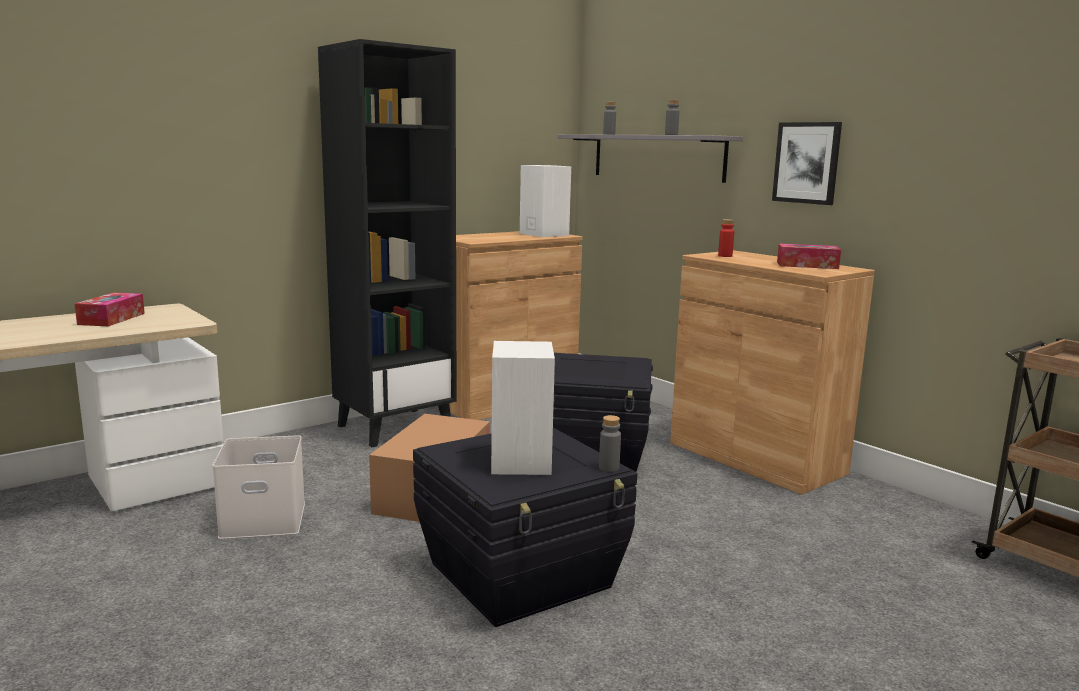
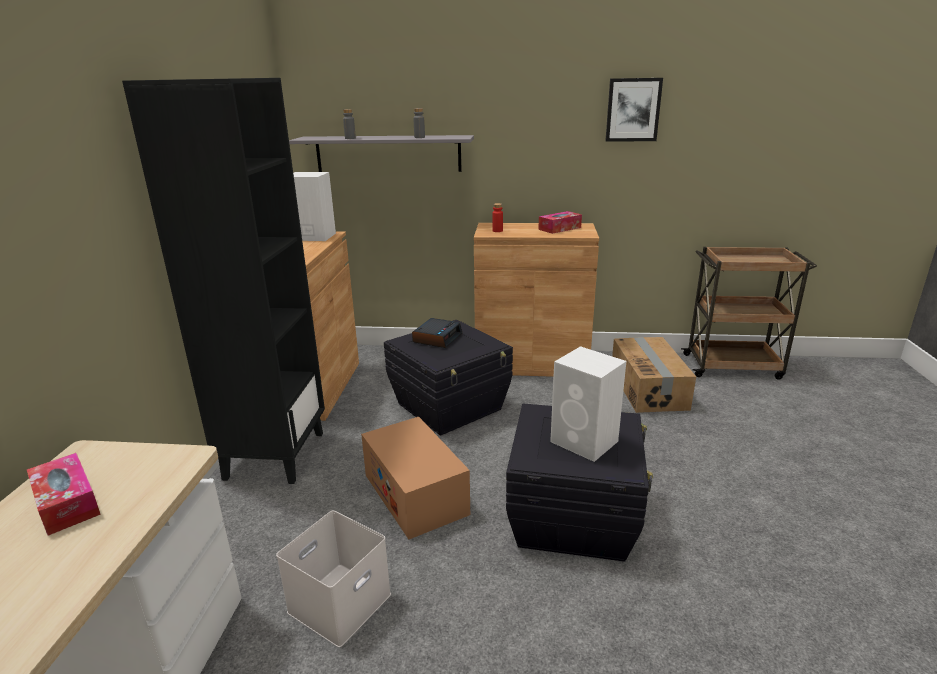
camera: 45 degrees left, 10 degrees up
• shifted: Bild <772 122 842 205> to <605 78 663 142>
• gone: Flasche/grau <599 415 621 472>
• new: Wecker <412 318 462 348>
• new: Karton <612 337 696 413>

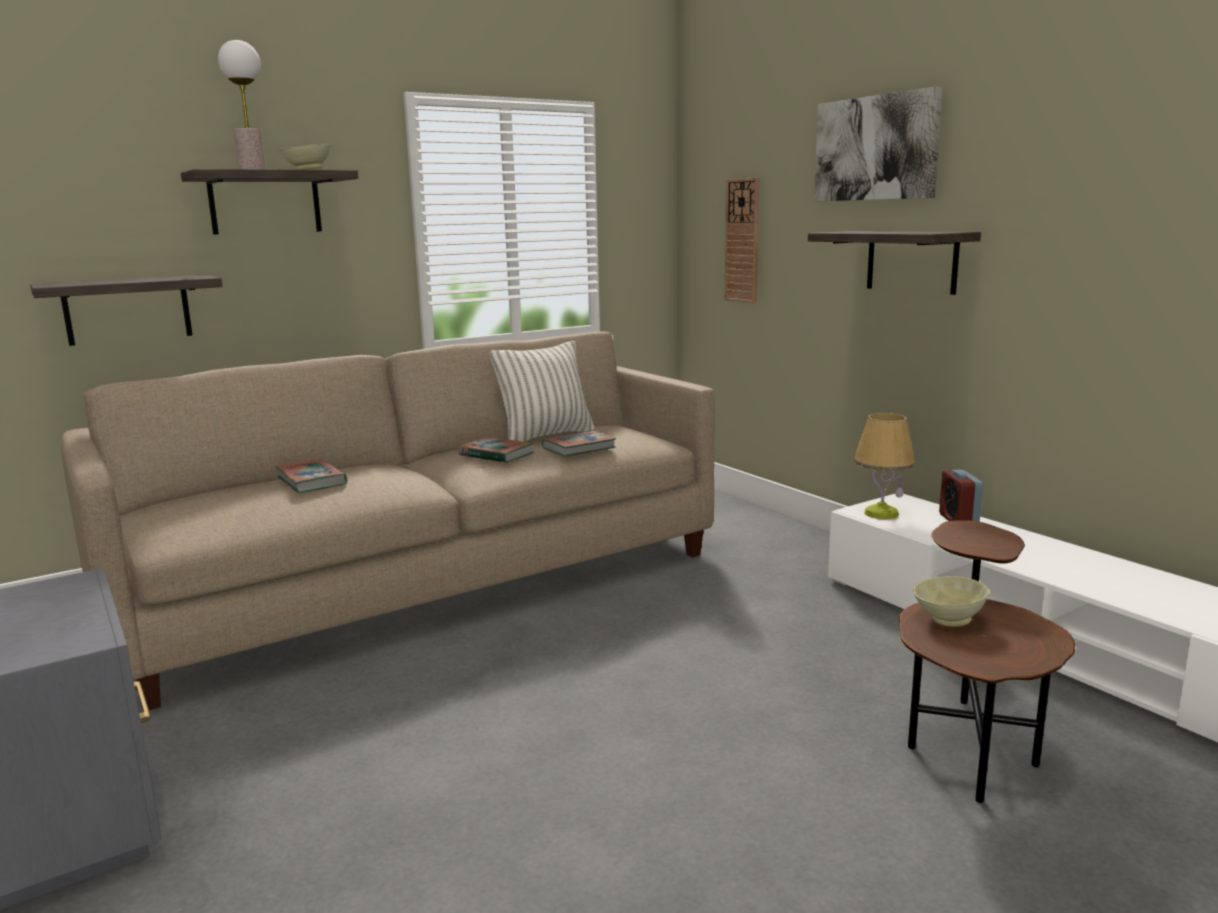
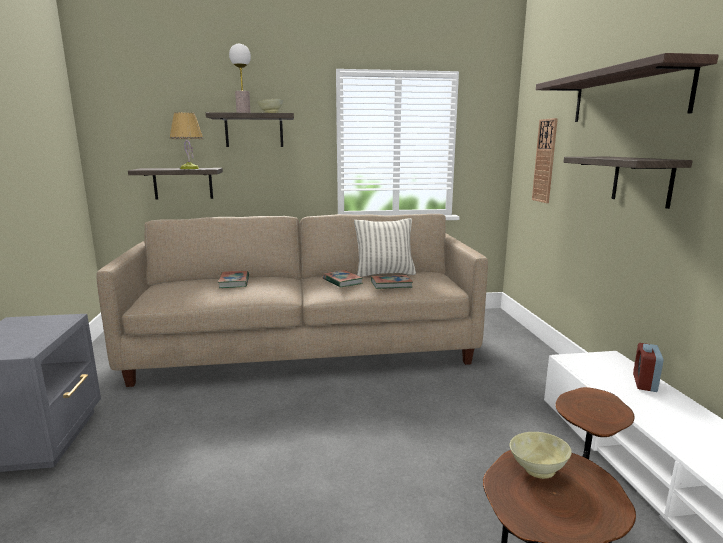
camera: 25 degrees right, 0 degrees up
• swapped: Bild <814 86 943 201> to Wandregal <536 53 719 122>
• shifted: Tischlampe <854 413 916 519> to <170 112 203 169>

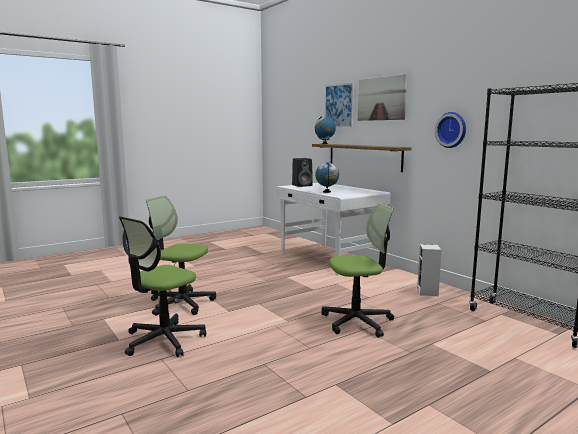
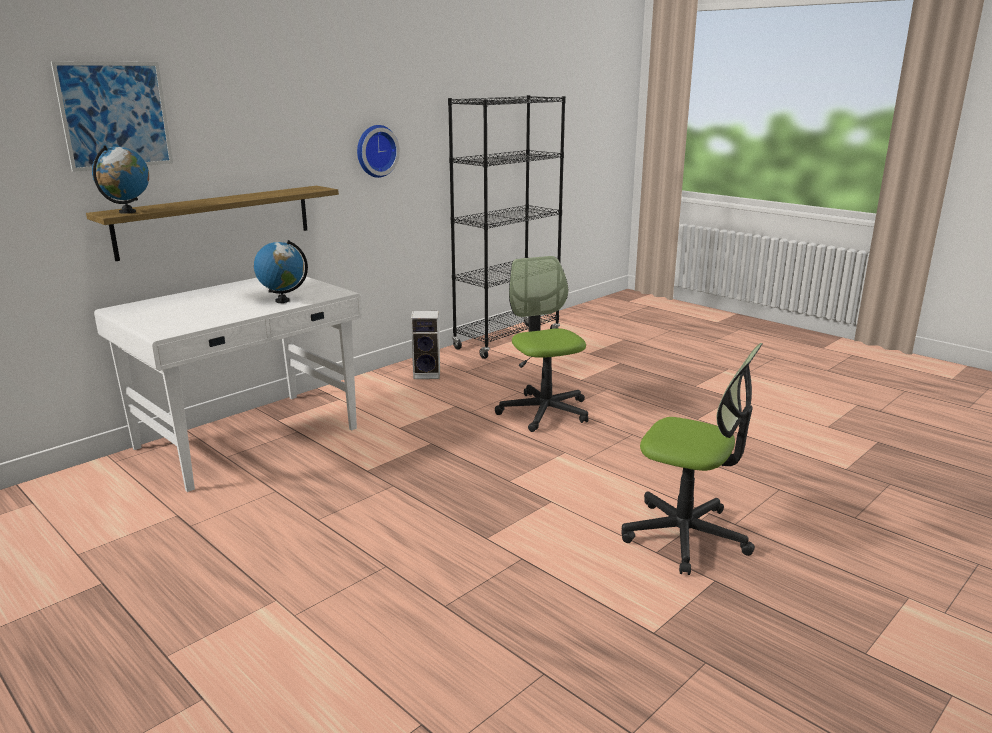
camera: 100 degrees left, 10 degrees up
• gone: Bild <358 74 407 121>
• gone: Lautsprecher/schwarz <292 158 313 187>
• gone: Bürostuhl <146 196 216 316>

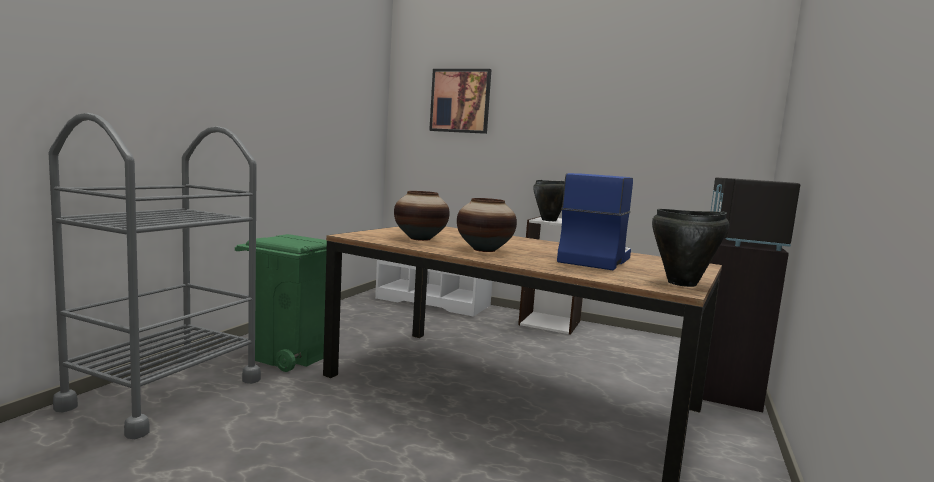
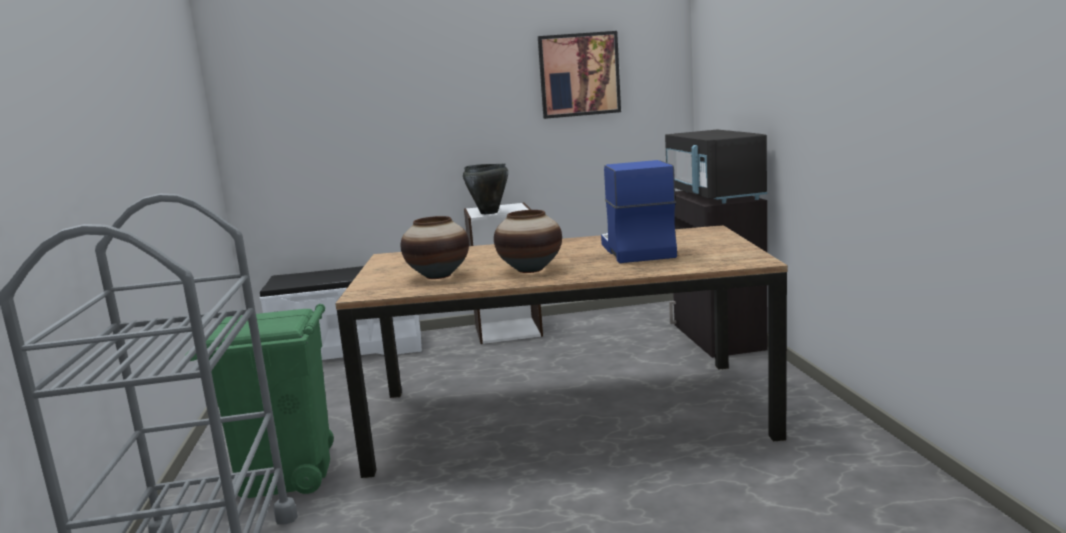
camera: 30 degrees left, 5 degrees up
• shifted: Bild <429 69 491 134> to <538 31 621 119>
• gone: Kochtopf/schwarz <652 209 729 287>

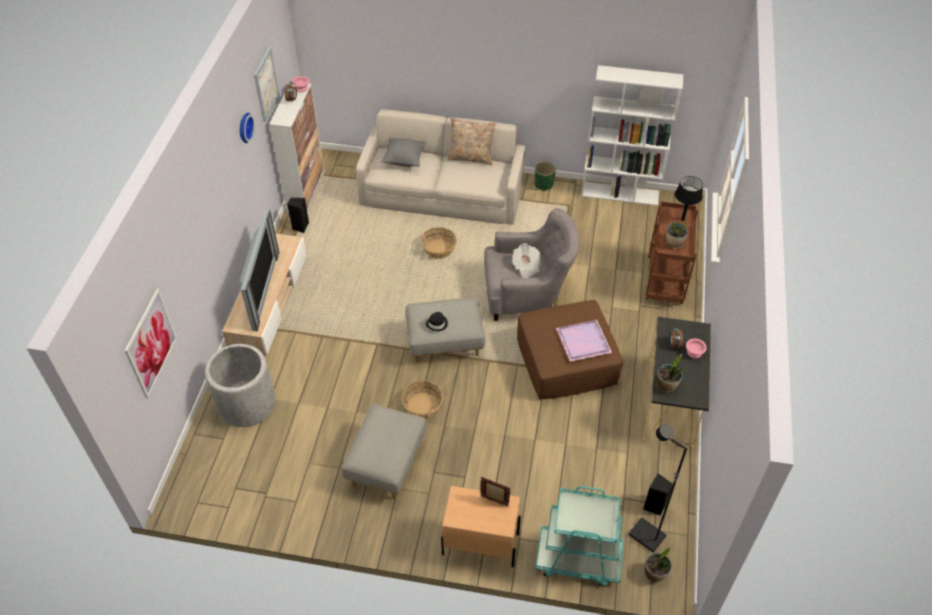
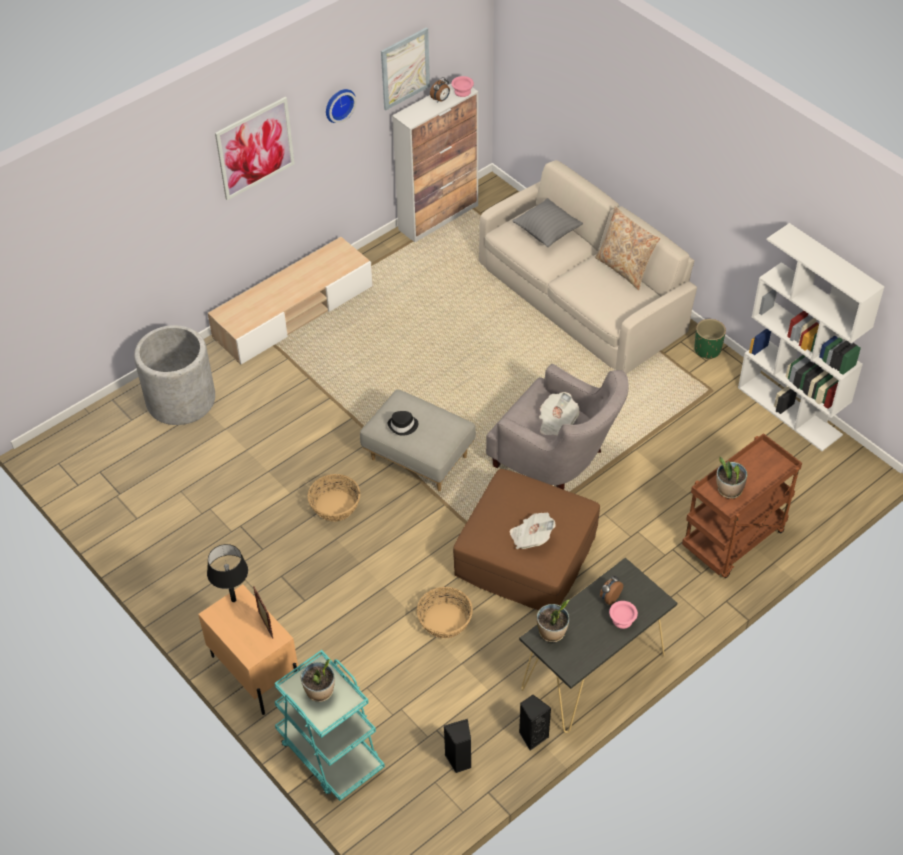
camera: 40 degrees right, 0 degrees up
• shifted: Tischlampe/schwarz <675 176 703 221> to <207 544 248 602>
• shifted: Lautsprecher/schwarz <287 198 309 233> to <519 695 551 751>
• gone: Fernseher <240 210 279 331>
• shifted: Korb <420 227 457 259> to <417 587 473 638>
• shifted: Bild <125 289 177 399> to <215 97 295 200>
• swapped: Tablett/lila <556 320 612 362> to Zeitung <510 513 556 549>
• gone: Polsterhocker/grau <342 404 427 499>
• gone: Stehlampe/schwarz <628 424 687 553>
• shifted: Topfpflanze <645 547 672 583> to <301 659 335 702>

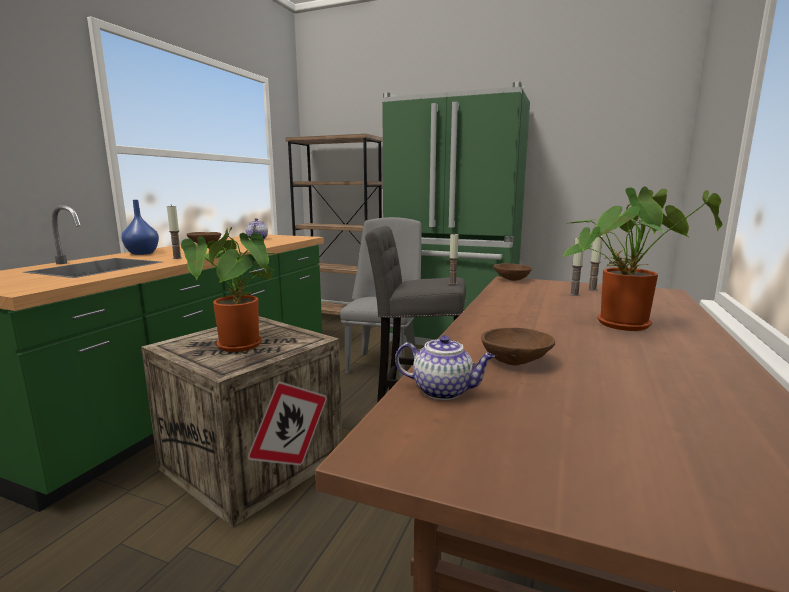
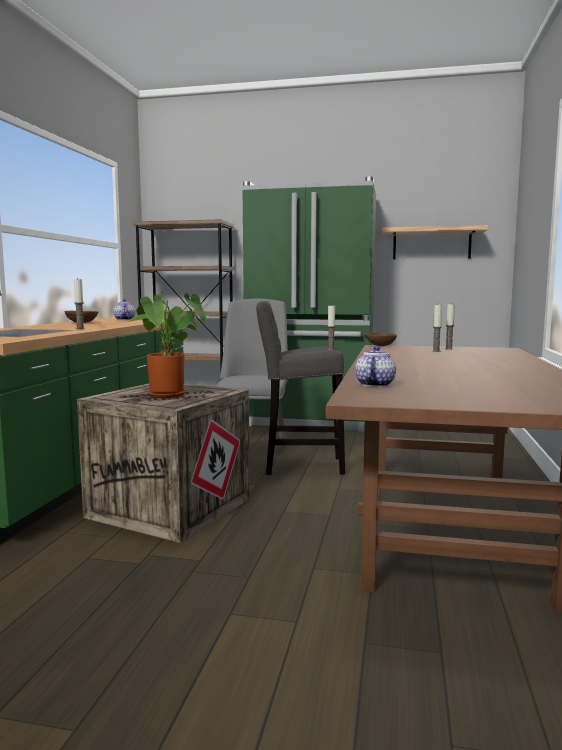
camera: 10 degrees left, 5 degrees down
• gone: Topfpflanze <562 186 722 331>
• gone: Vase/blau <121 200 159 255>
• gone: Schüssel/braun <481 328 555 366>
• rotated: Teekanne <395 335 495 400> = <355 346 396 387> 75 degrees counterclockwise
• new: Wandregal <382 225 488 259>

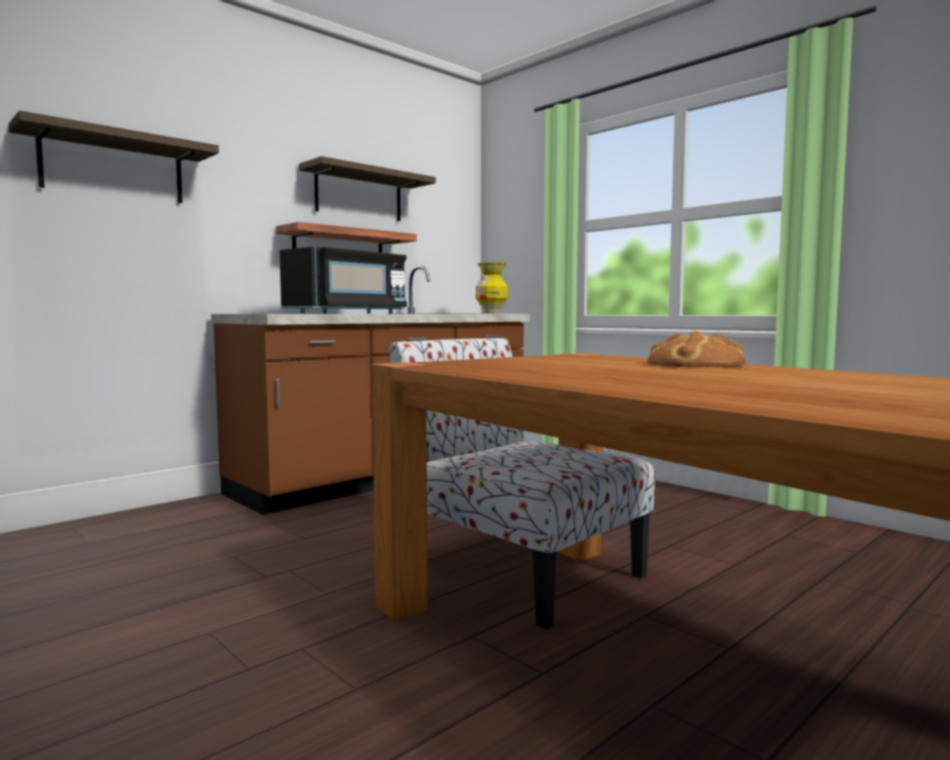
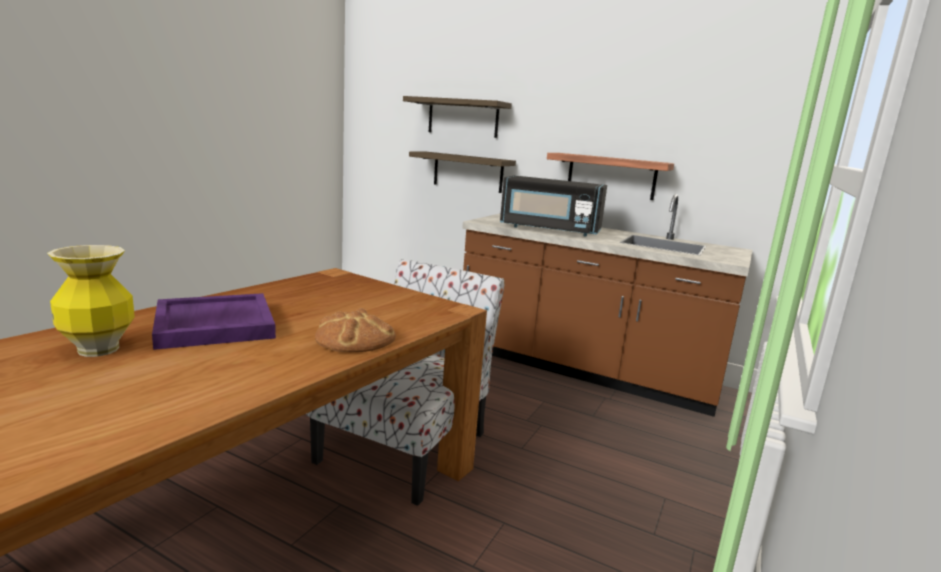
camera: 70 degrees right, 10 degrees up
• shifted: Wandregal <299 156 436 221> to <409 152 516 193>
• shifted: Vase <476 262 508 314> to <47 245 135 357>
• new: Tablett/lila <152 293 276 350>

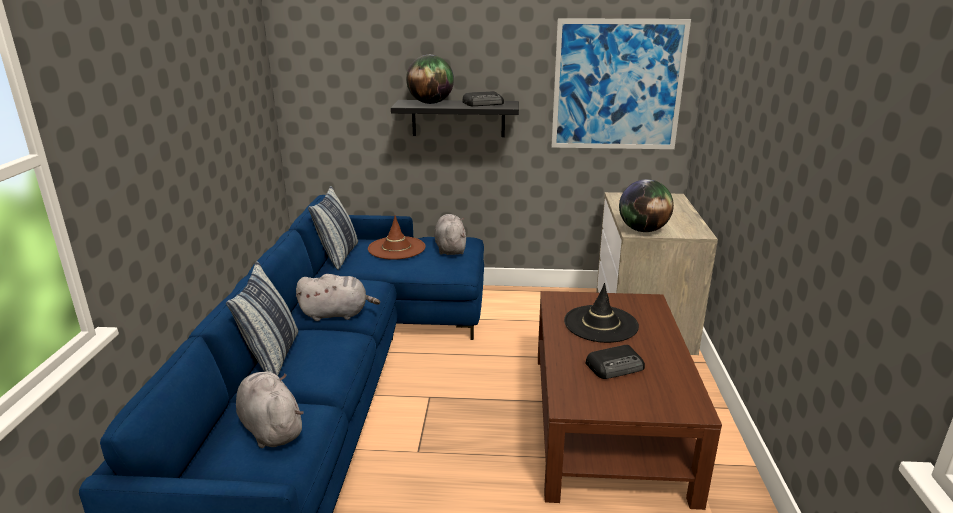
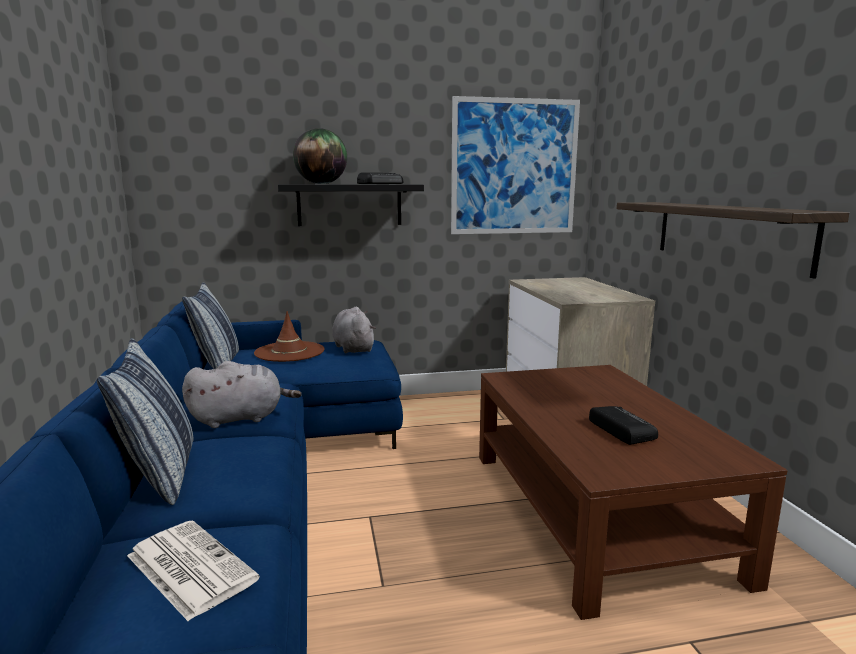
camera: 15 degrees left, 10 degrees down
• gone: Globus <619 179 674 232>
• gone: Hut/schwarz <564 283 639 343>
• rotated: Radio <585 345 645 379> = <589 406 658 445> 75 degrees counterclockwise
• swapped: Plüschtier/grau <236 371 304 448> to Zeitung <127 520 260 621>
• new: Wandregal <617 202 849 279>

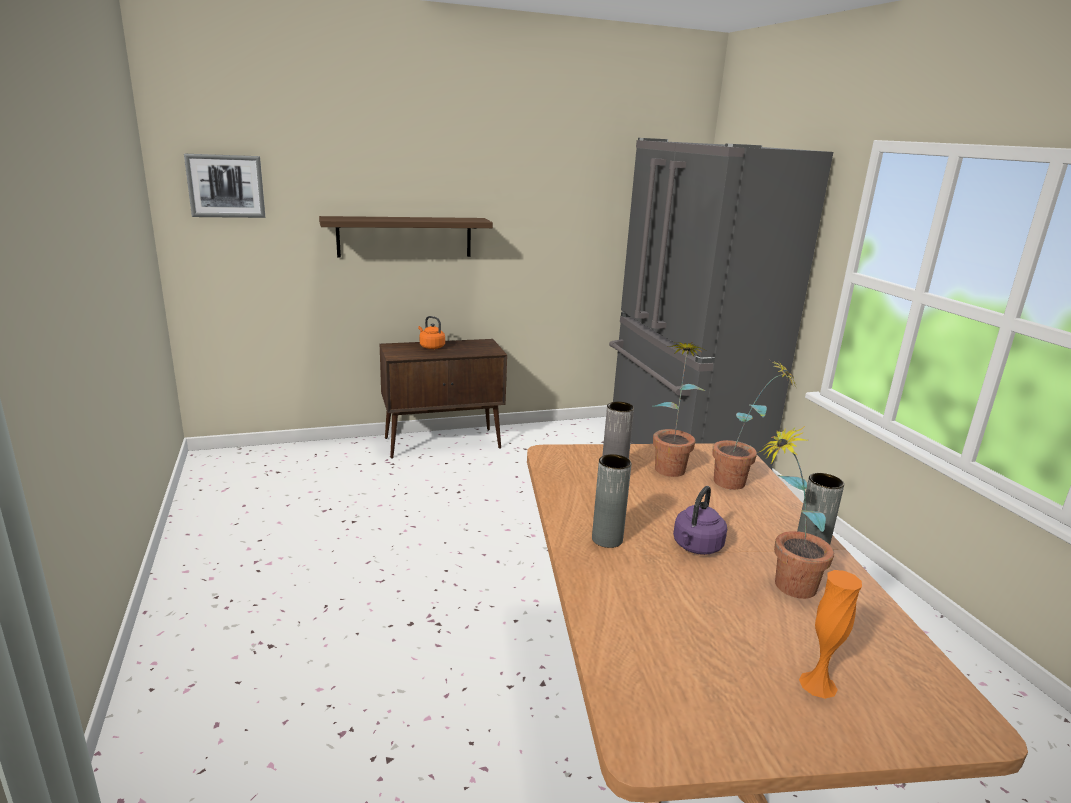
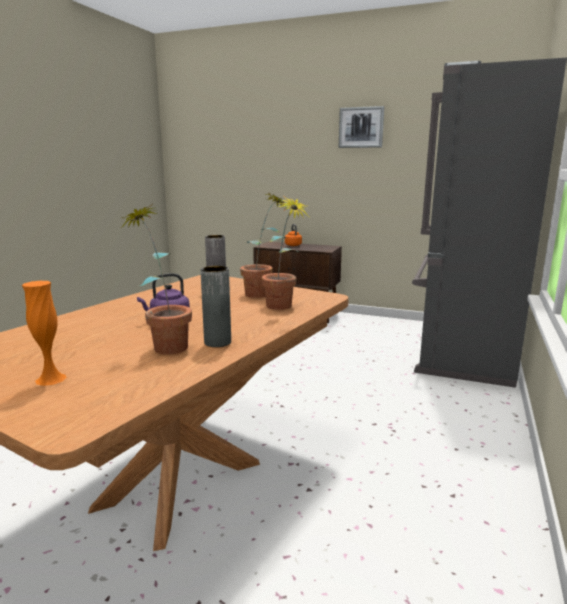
camera: 40 degrees right, 5 degrees down
• shifted: Bild <184 154 265 218> to <339 106 384 148>
• gone: Wandregal <319 216 493 257>
• gone: Vase/grau <592 454 632 548>

